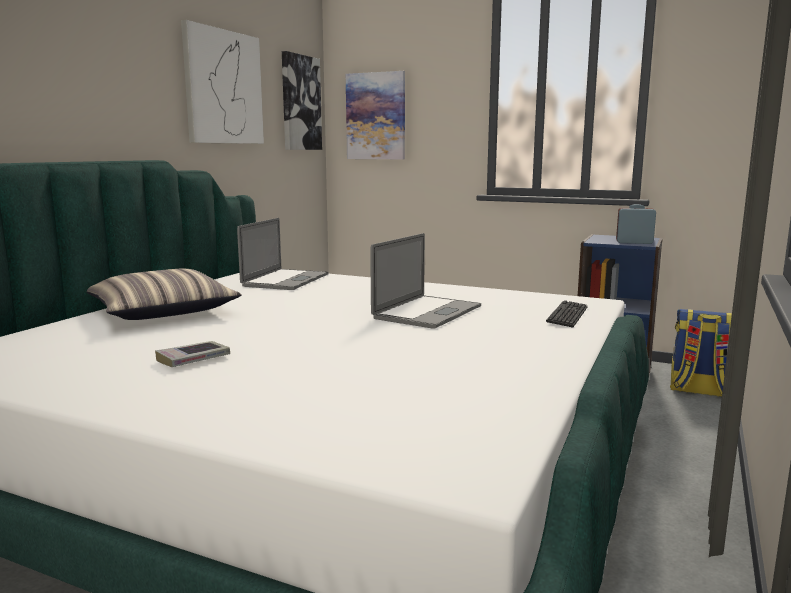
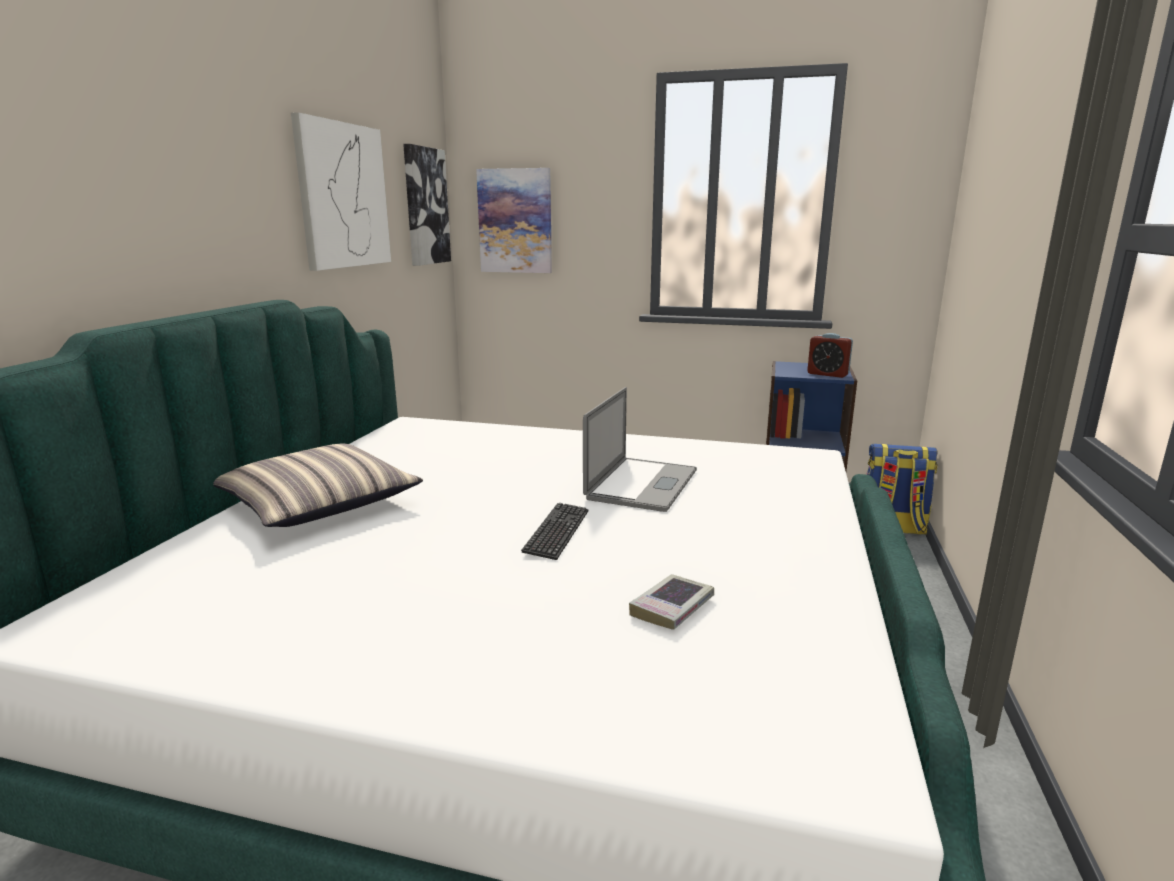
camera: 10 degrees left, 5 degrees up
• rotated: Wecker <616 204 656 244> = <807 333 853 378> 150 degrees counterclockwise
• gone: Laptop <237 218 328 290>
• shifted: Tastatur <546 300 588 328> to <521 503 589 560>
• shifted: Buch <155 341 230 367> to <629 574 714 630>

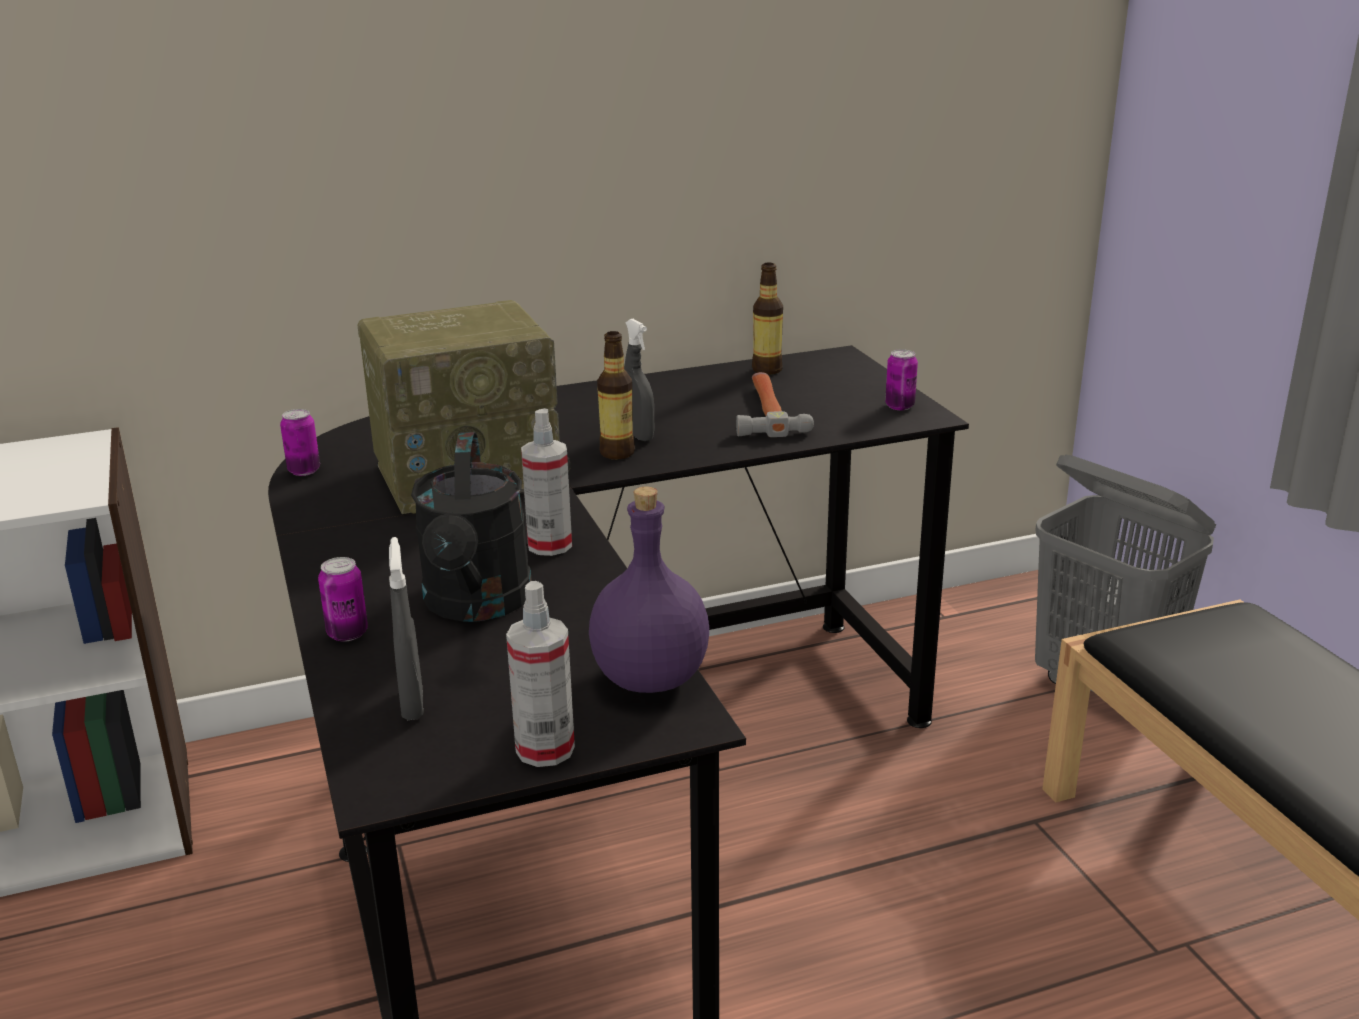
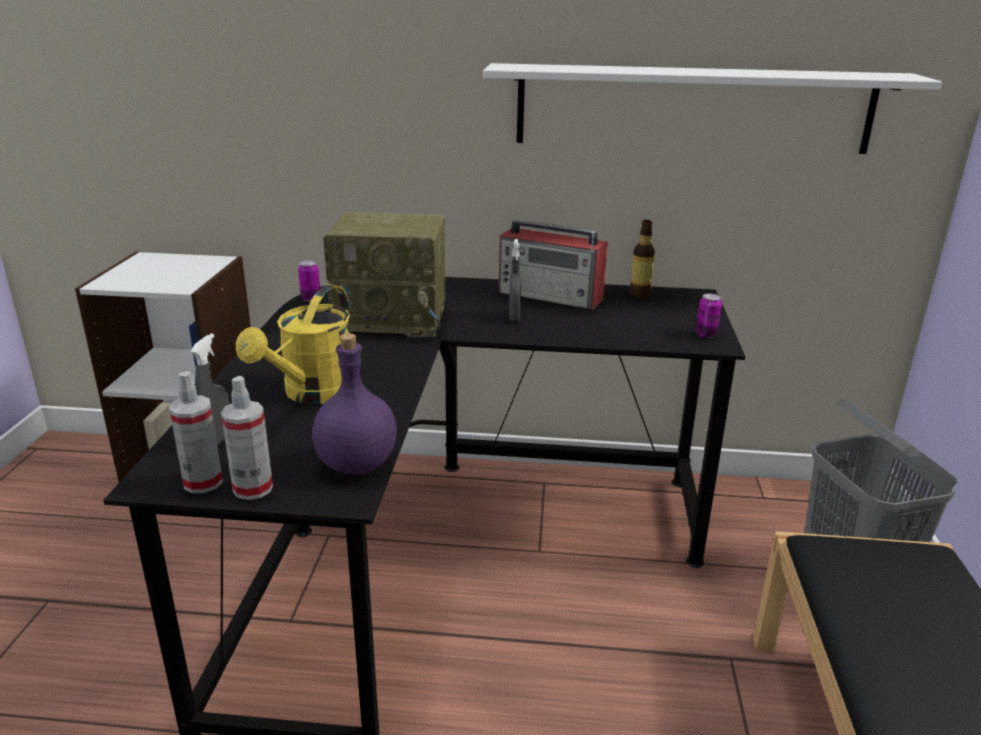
camera: 25 degrees right, 0 degrees up
• gone: Flasche <597 331 635 459>
• gone: Hammer <736 372 814 437>
• shifted: Sprühflasche <521 408 572 556> to <170 371 223 493>
• repainted: Gießkanne/schwarz <411 432 532 622> to Gießkanne/gelb <236 284 350 404>
• gone: Dose <318 557 368 642>
• new: Wandregal/weiß <483 63 942 154>
• new: Radio <499 220 608 310>

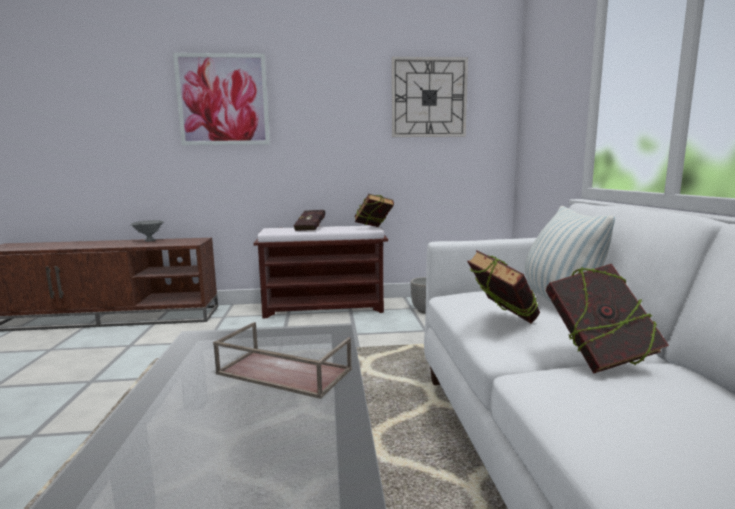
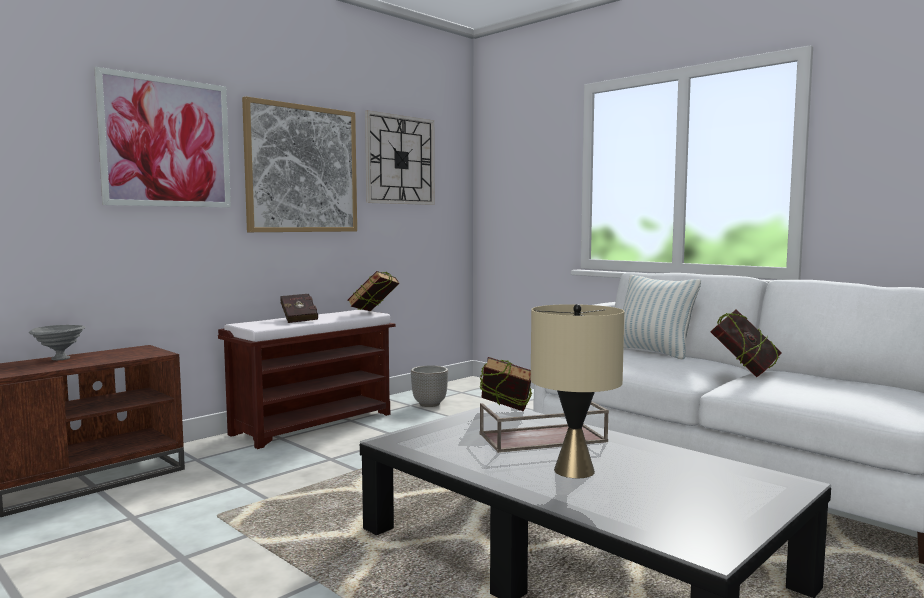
camera: 40 degrees left, 5 degrees down
• shifted: Buch <467 250 540 323> to <480 357 533 412>
• new: Bild <242 96 357 232>
• new: Tischlampe/beige <531 304 624 478>

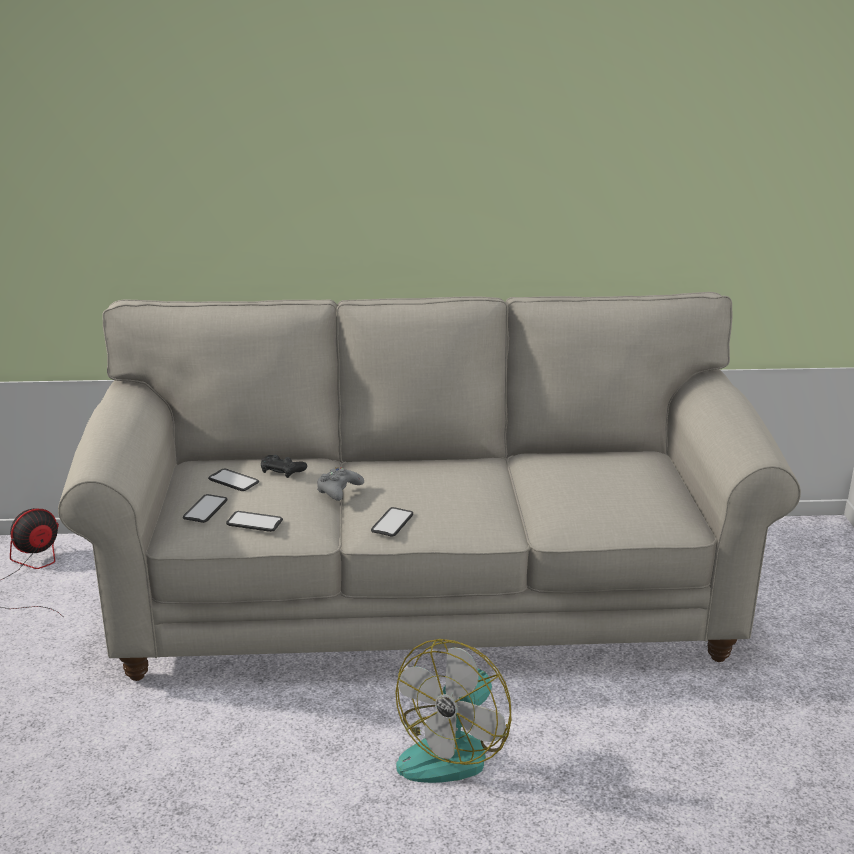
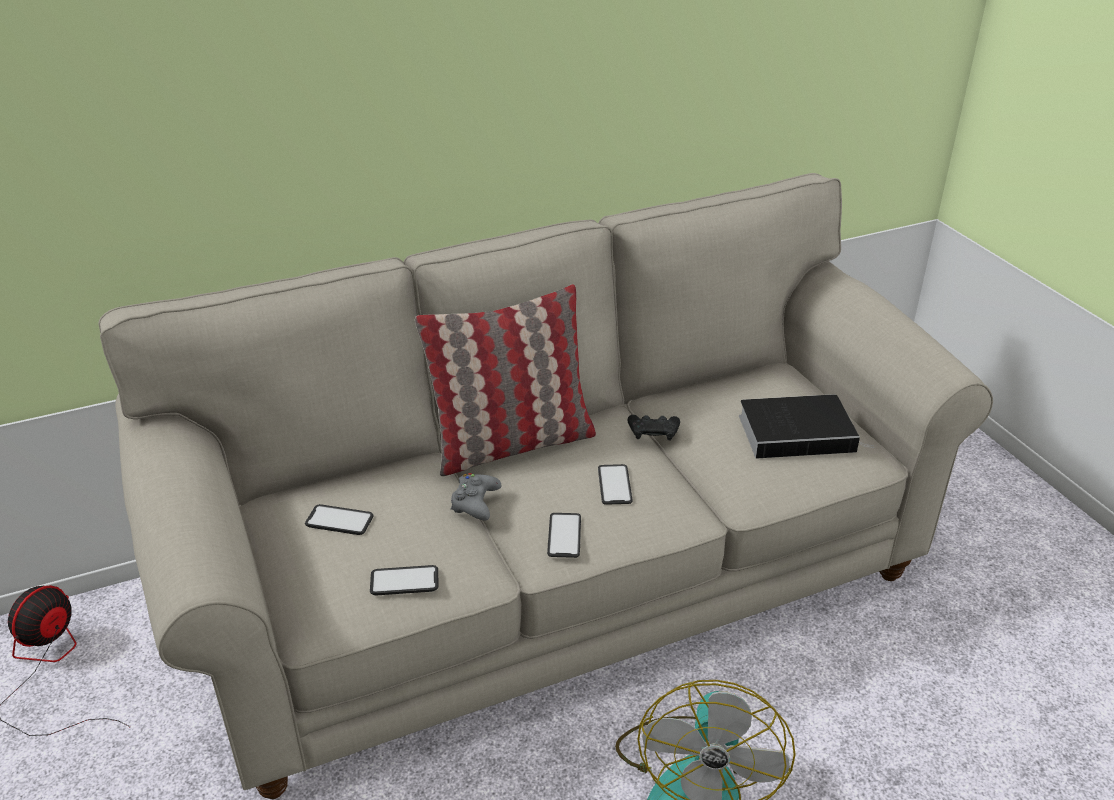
camera: 20 degrees left, 10 degrees up
• shifted: Gamepad/schwarz <261 455 307 478> to <628 415 680 440>
• shifted: Handy <183 494 227 523> to <598 464 633 505>
• new: Kissen <415 284 596 476>
• new: Buch <739 394 874 459>

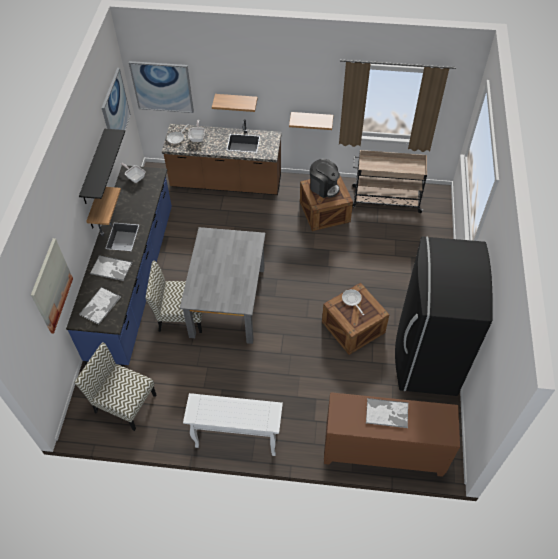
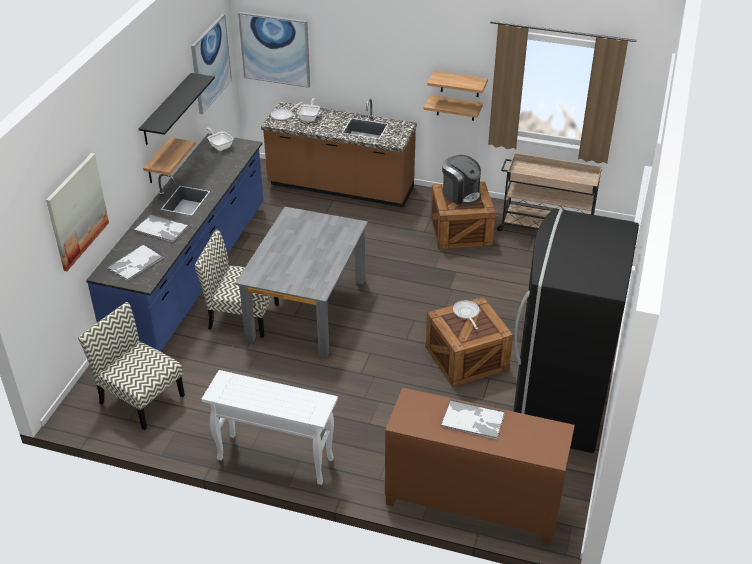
camera: 10 degrees right, 15 degrees down
• shifted: Wandregal <212 94 258 112> to <427 71 488 97>

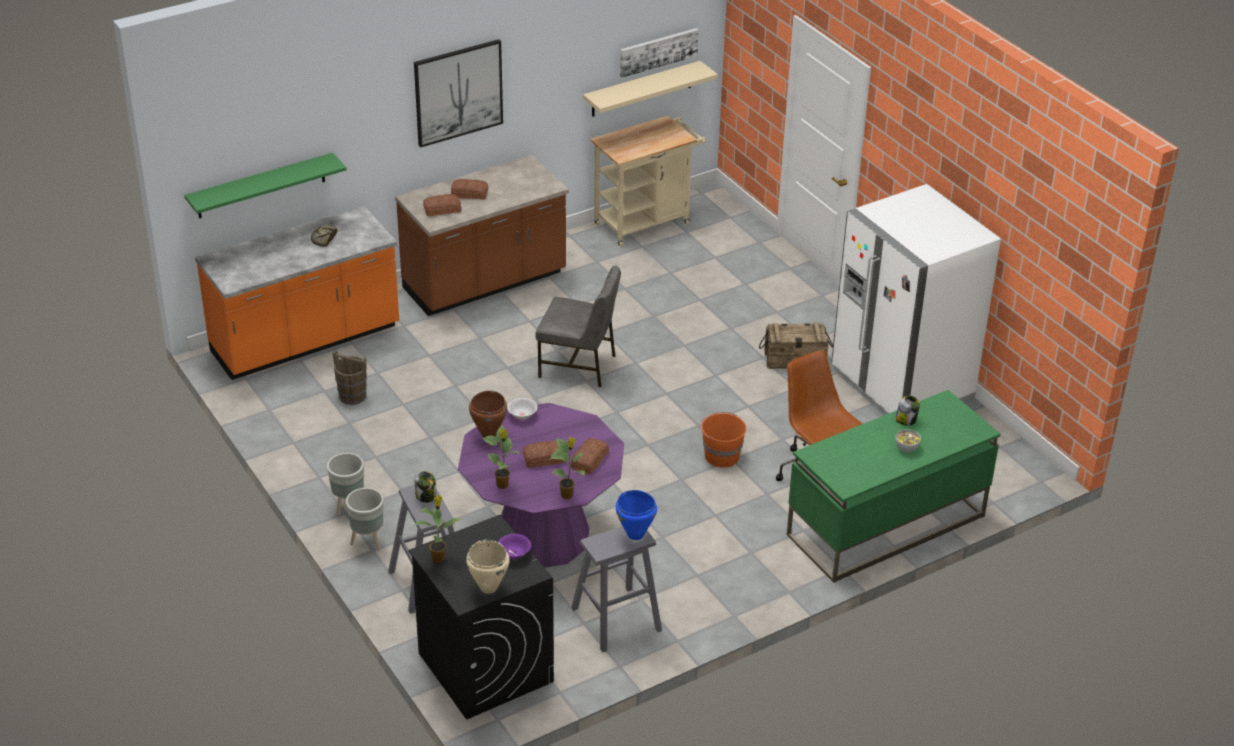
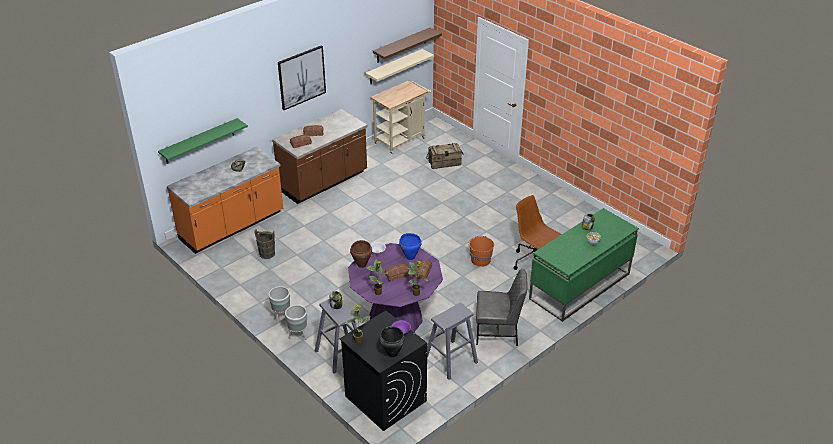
camera: 10 degrees left, 0 degrees up
• swapped: Bild <620 28 699 78> to Wandregal/braun <373 28 442 63>
• gone: Kühlschrank/weiß <831 184 1001 415>
• shifted: Stuhl/grau <535 265 621 387> to <476 269 527 346>
• shifted: Kiste <759 323 833 369> to <426 143 464 169>
• shifted: Kochtopf/blau <616 490 657 540> to <399 233 422 260>
• repainted: Kochtopf/beige <466 540 510 593> to Kochtopf/schwarz <380 326 405 357>

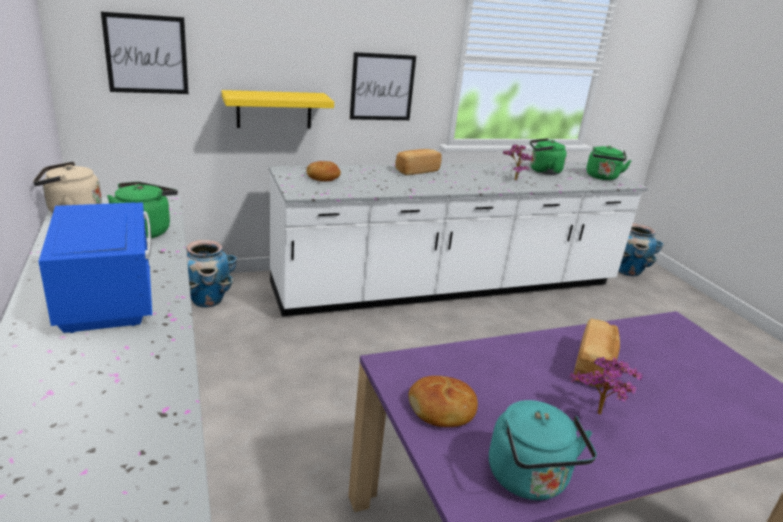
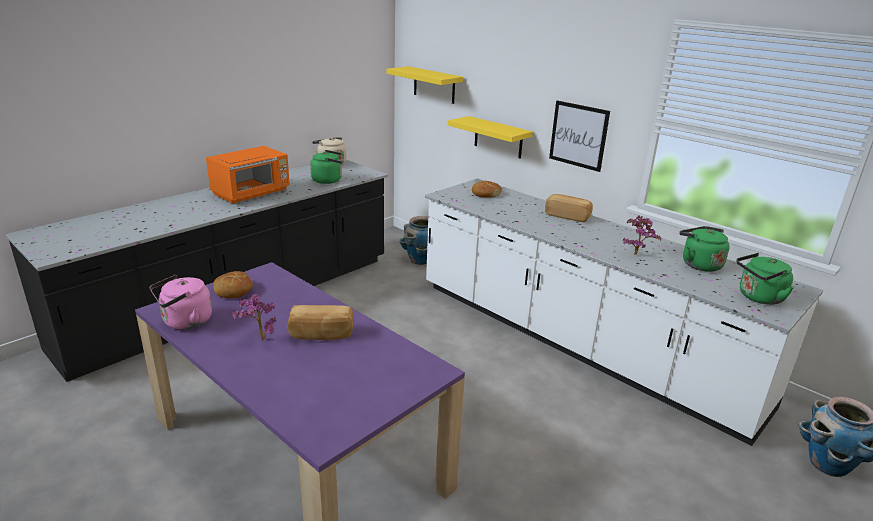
camera: 65 degrees right, 0 degrees up
• swapped: Bild <101 12 188 94> to Wandregal/gelb <387 66 463 104>
• repainted: Mikrowelle/blau <38 202 152 333> to Mikrowelle/orange <206 146 290 204>
• repainted: Wasserkessel/türkis <489 400 597 500> to Wasserkessel/rosa <150 275 212 330>

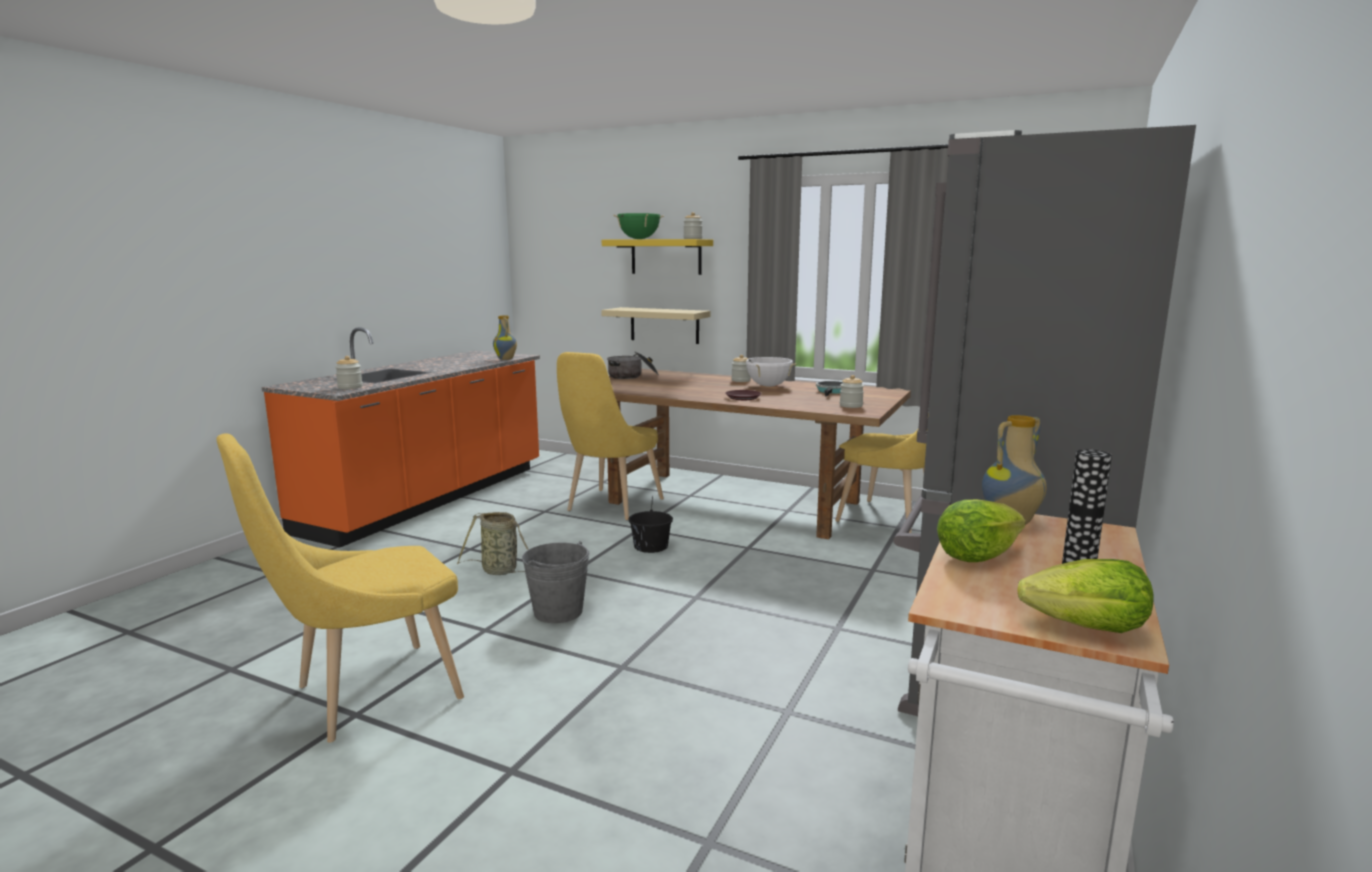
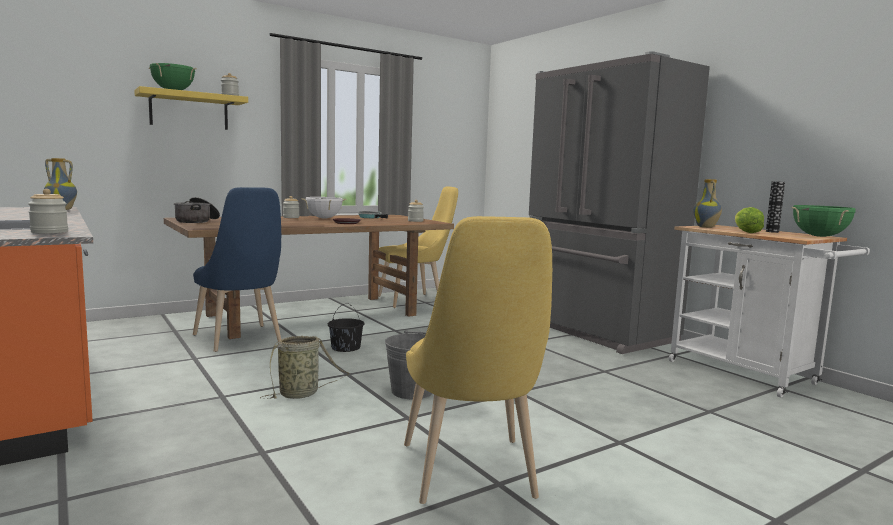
camera: 60 degrees left, 5 degrees down
• gone: Wandregal/beige <601 307 711 344>
• repainted: Stuhl/gelb <557 352 664 520> to Stuhl/blau <193 187 281 352>
• swapped: Salatkopf <1017 559 1153 633> to Kochtopf/grün <792 205 856 237>

